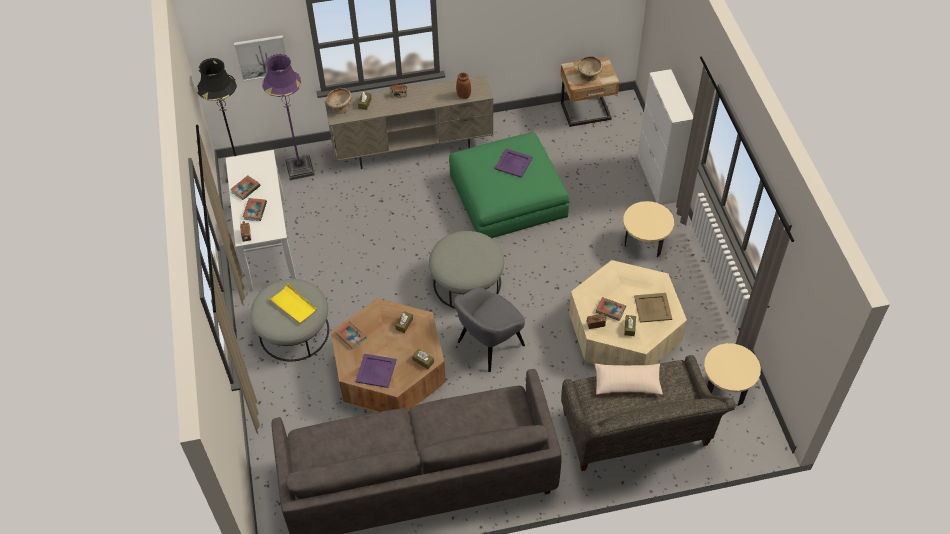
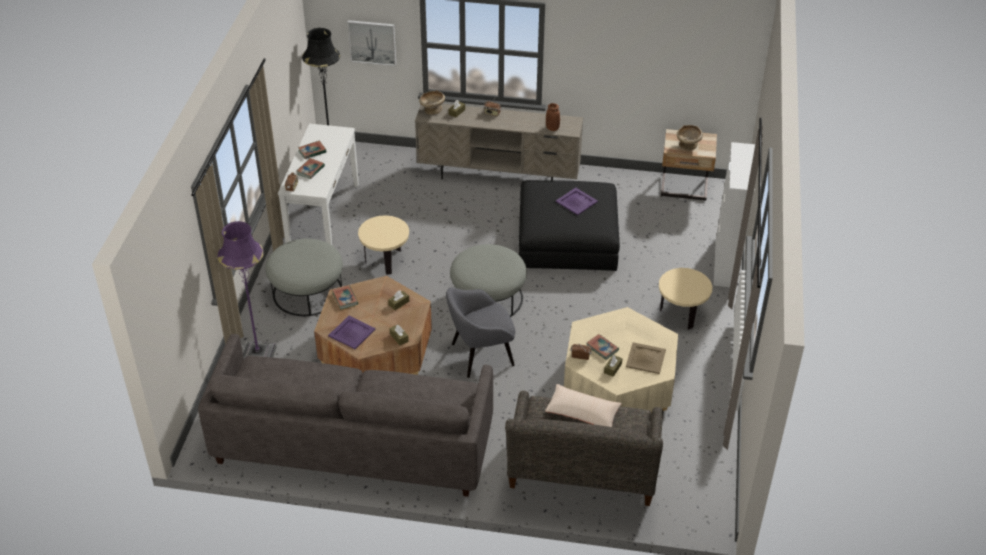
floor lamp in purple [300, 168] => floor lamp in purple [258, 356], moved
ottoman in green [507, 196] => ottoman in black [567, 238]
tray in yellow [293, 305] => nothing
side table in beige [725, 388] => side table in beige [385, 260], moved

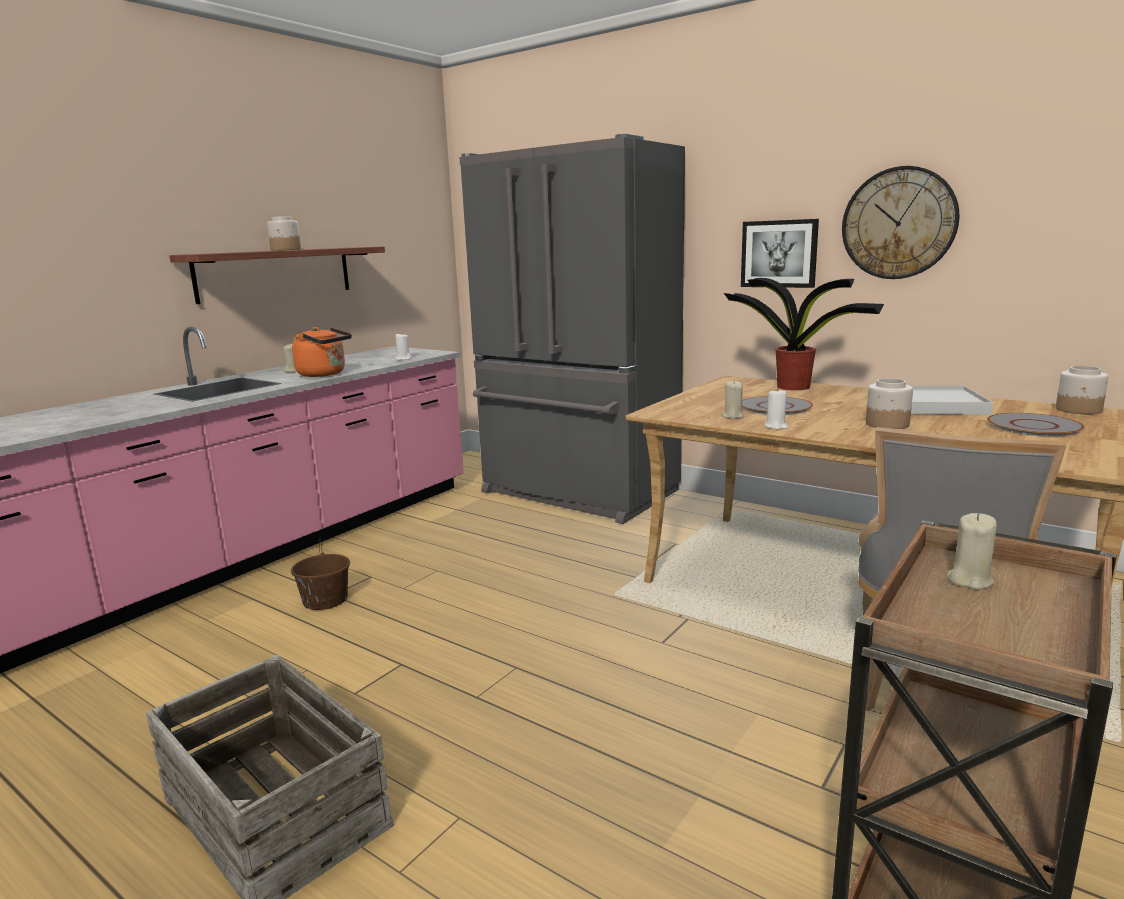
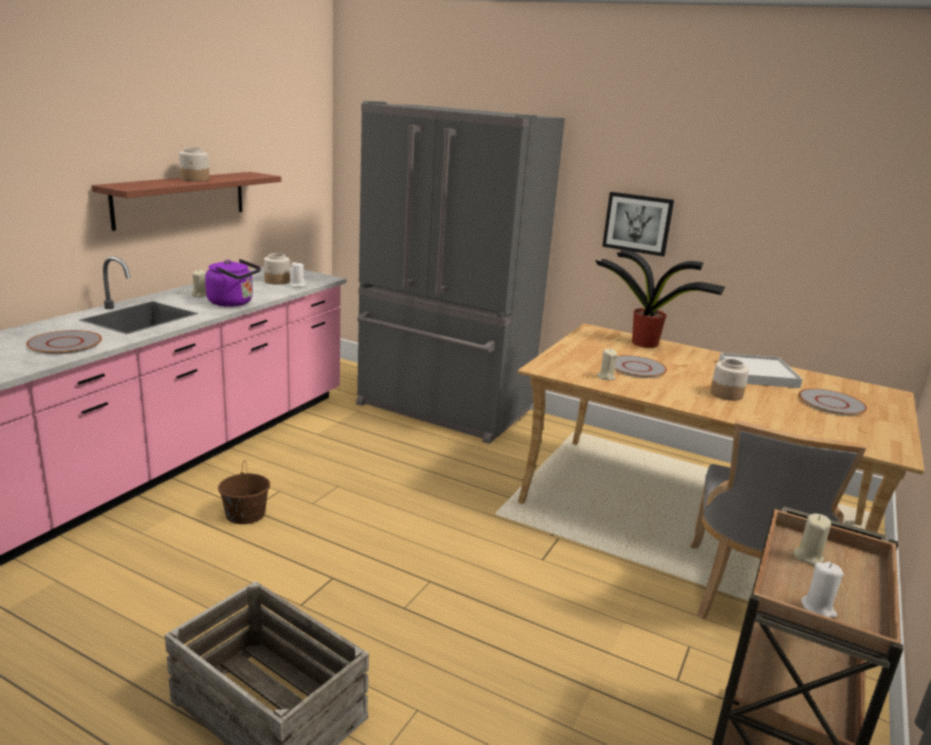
wall clock [899, 223] => nothing
kettle in orange [324, 374] => kettle in purple [233, 303]
jar [1079, 410] => jar [277, 281], moved
candle in white [776, 426] => candle in white [818, 608], moved
nothing => plate in grey [65, 344]

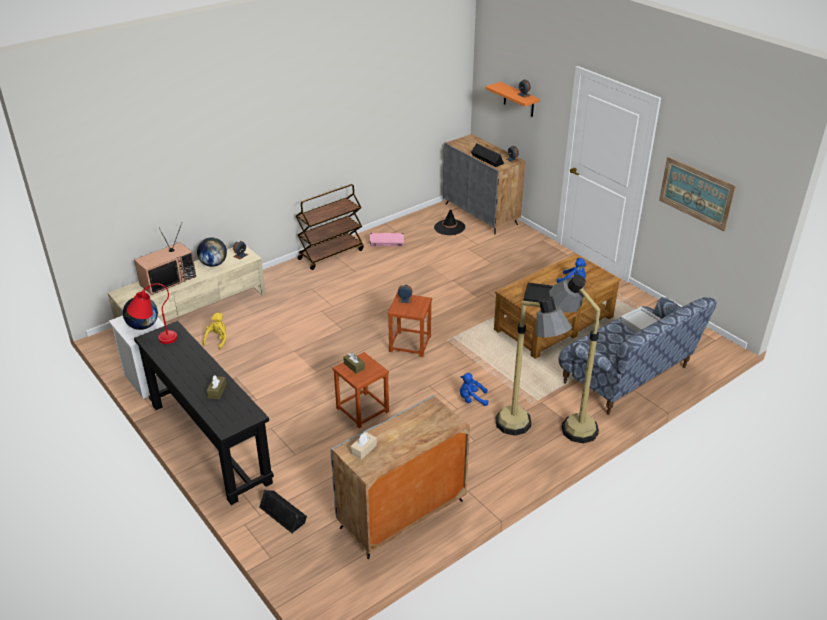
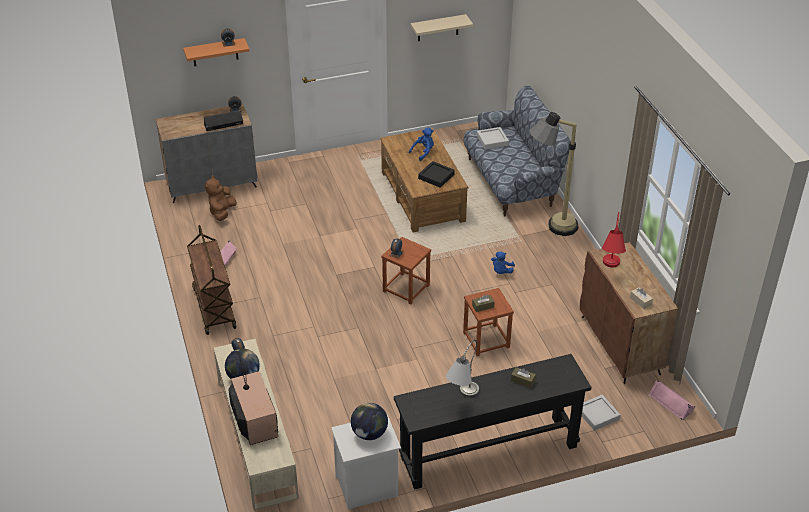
picture [696, 193] => shelf in beige [438, 28]
hat in black [449, 227] => plush toy in brown [222, 212]
table lamp in red [155, 339] => table lamp in red [610, 269], moved
floor lamp [524, 432] => nothing
plush toy in yellow [217, 340] => nothing
cabinet in grey [401, 514] => cabinet in brown [620, 345]
speaker in black [283, 513] => tray in grey [597, 415]
nothing => table lamp in grey [461, 398]
nothing => speaker in pink [671, 402]

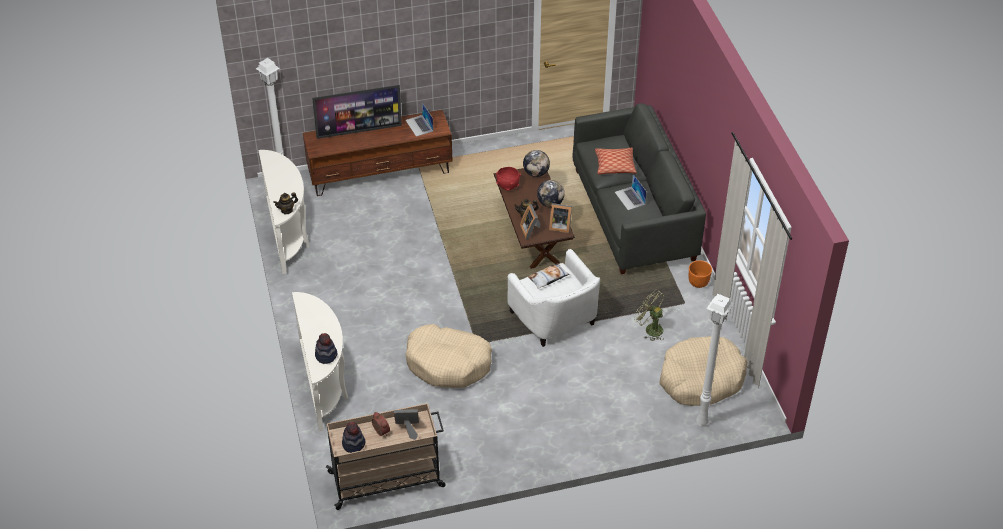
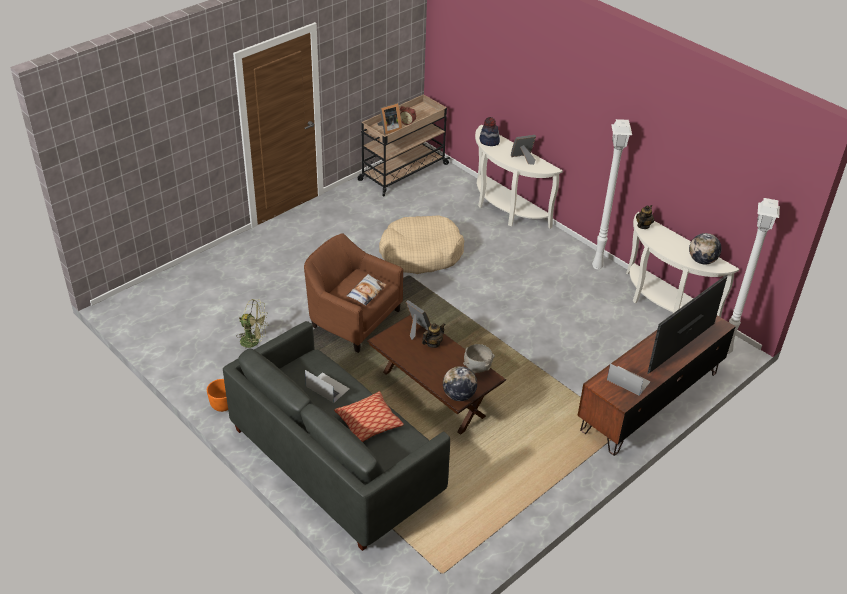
bowl in red [508, 186] => bowl in grey [477, 368]
globe [550, 203] => globe [702, 261], moved
picture frame [559, 226] => picture frame [523, 159], moved
armchair in white [555, 319] => armchair in brown [352, 319]
floor lamp in white [702, 423] => floor lamp in white [596, 266], moved
dog bed in beige [701, 379] => nothing
hat [354, 443] => nothing

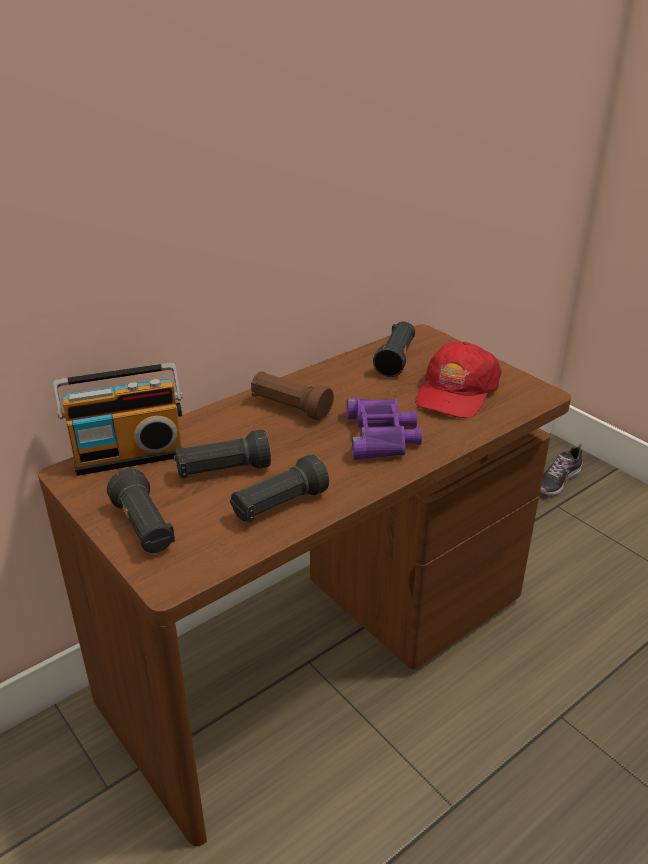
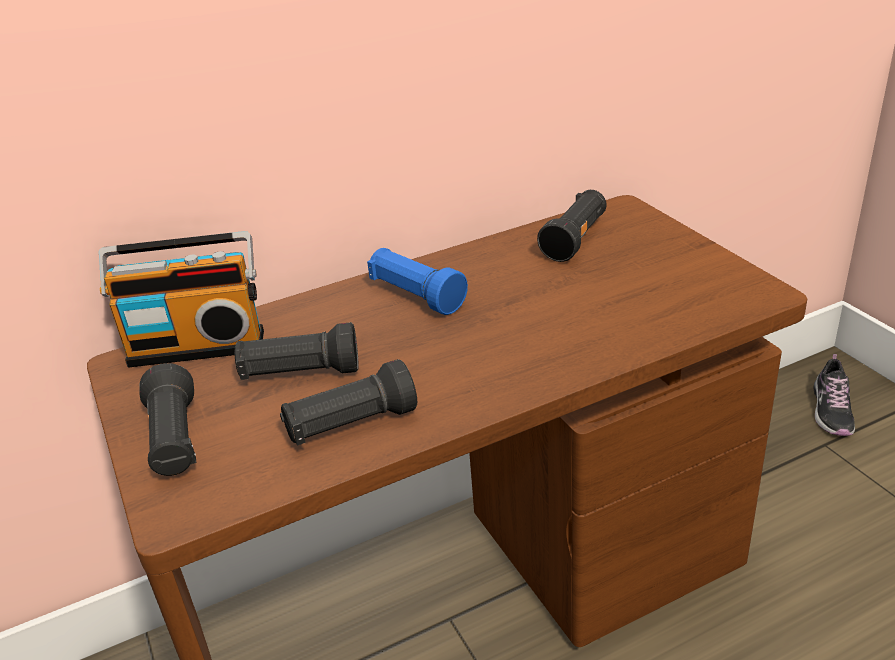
cap in red [456, 392] => nothing
flashlight in brown [290, 407] => flashlight in blue [416, 296]
binoculars in purple [382, 436] => nothing
shoe [557, 481] => shoe [831, 410], 45 degrees counterclockwise

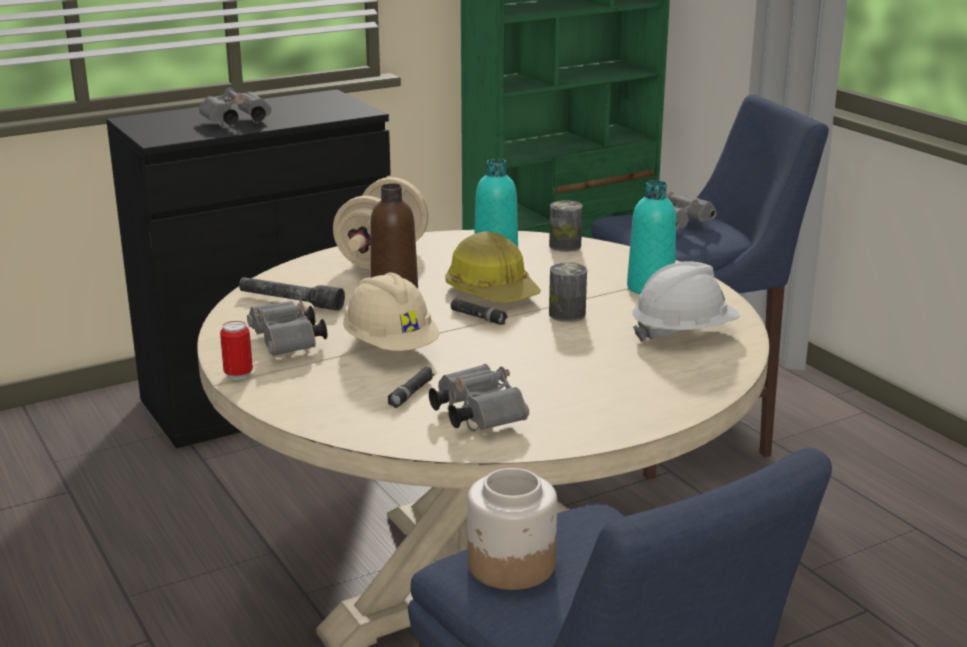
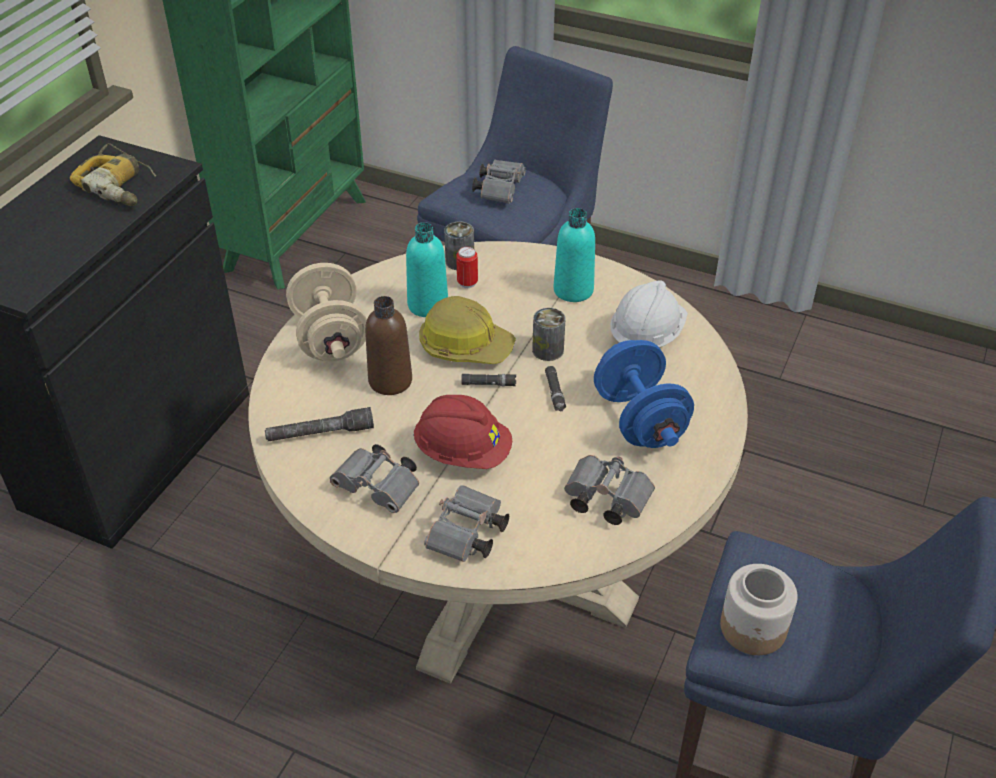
binoculars in grey [235, 122] => binoculars in grey [466, 536], moved
hard hat in beige [391, 347] => hard hat in red [463, 452]
can [238, 375] => can [467, 283], moved
flashlight in black [411, 393] => flashlight in black [555, 392], moved
nothing => power drill [120, 185]
nothing => dumbbell in blue [639, 420]

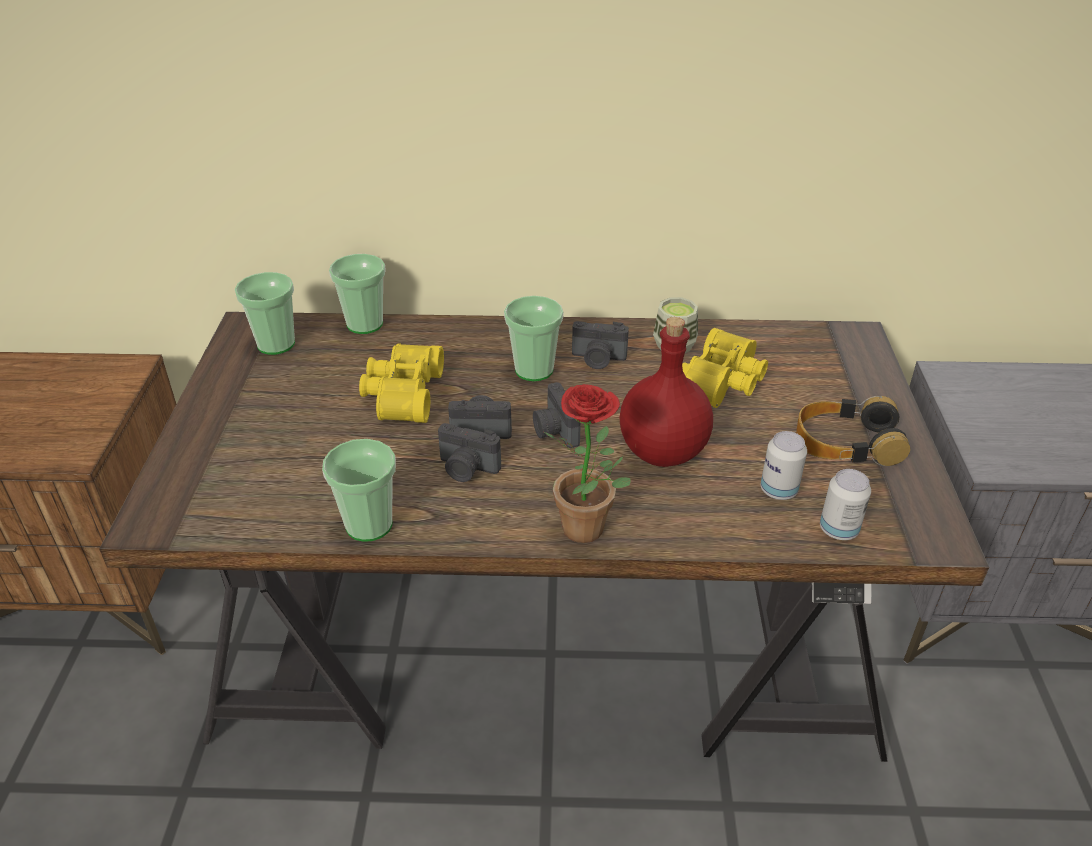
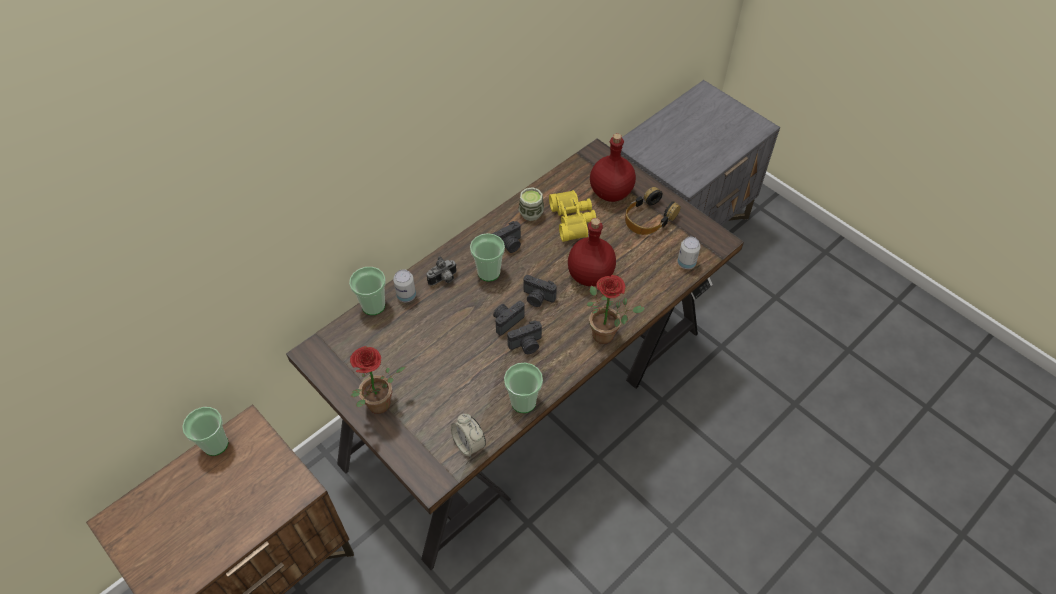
cup [276, 344] => cup [215, 444], moved
binoculars in yellow [401, 394] => nothing
can [778, 490] => can [406, 296], moved
nothing => bottle in red [610, 193]
nothing => photo camera [444, 279]
nothing => potted plant [379, 408]
nothing => alarm clock [469, 444]

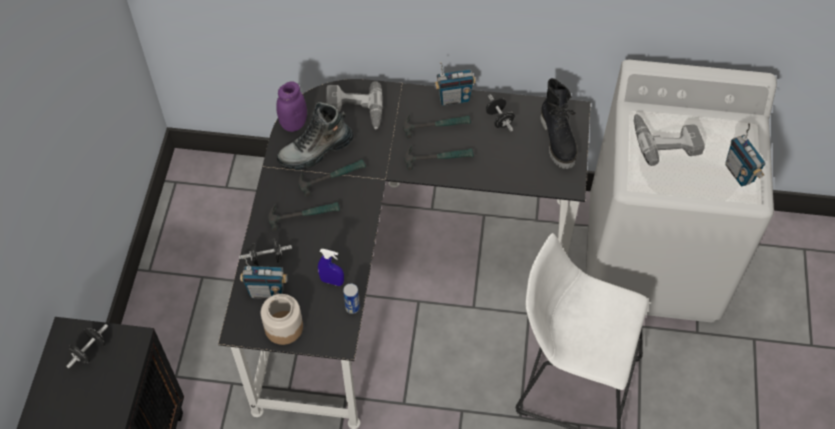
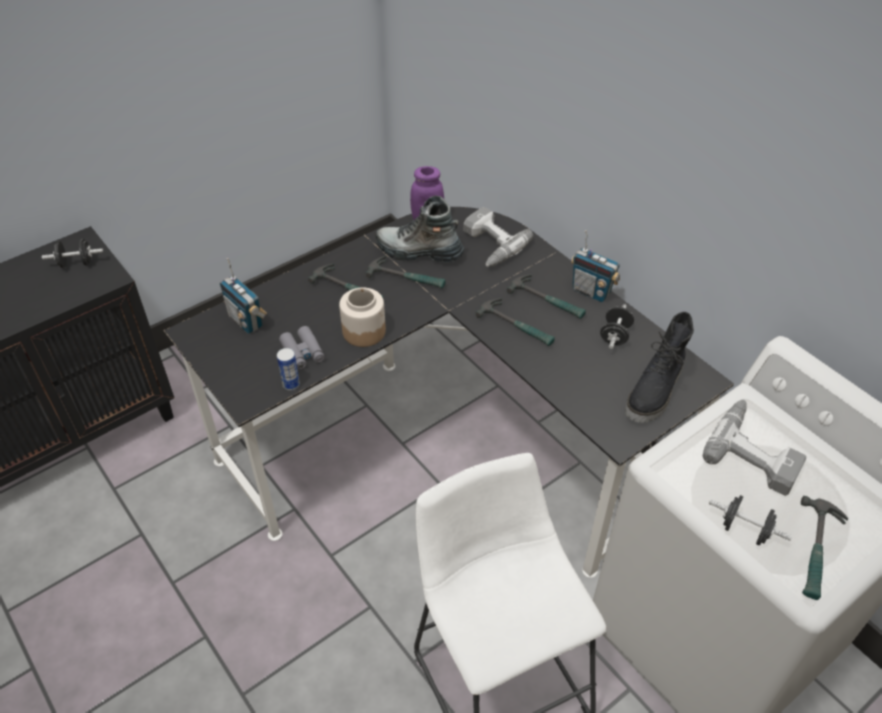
radio [739, 173] => hammer [817, 552]
dumbbell in black [267, 258] => dumbbell in black [744, 530], moved
spray bottle in blue [332, 281] => binoculars in grey [303, 352]
jar [283, 327] => jar [364, 331], moved

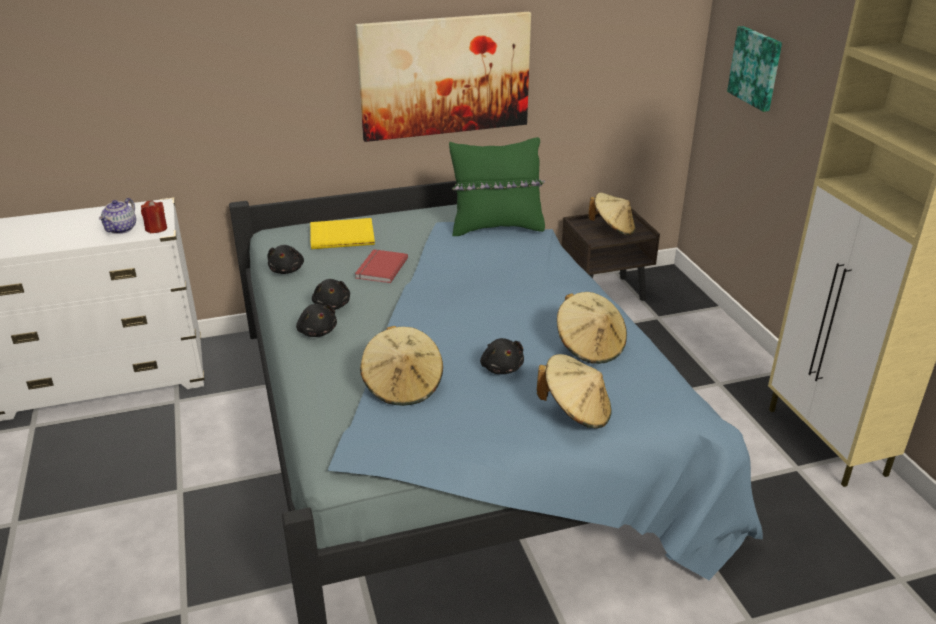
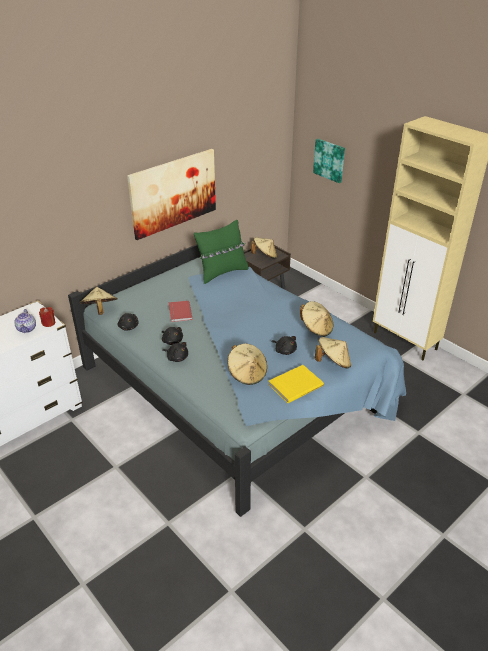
book in yellow [342, 236] => book in yellow [295, 385], moved
nothing => hat in beige [100, 310]

